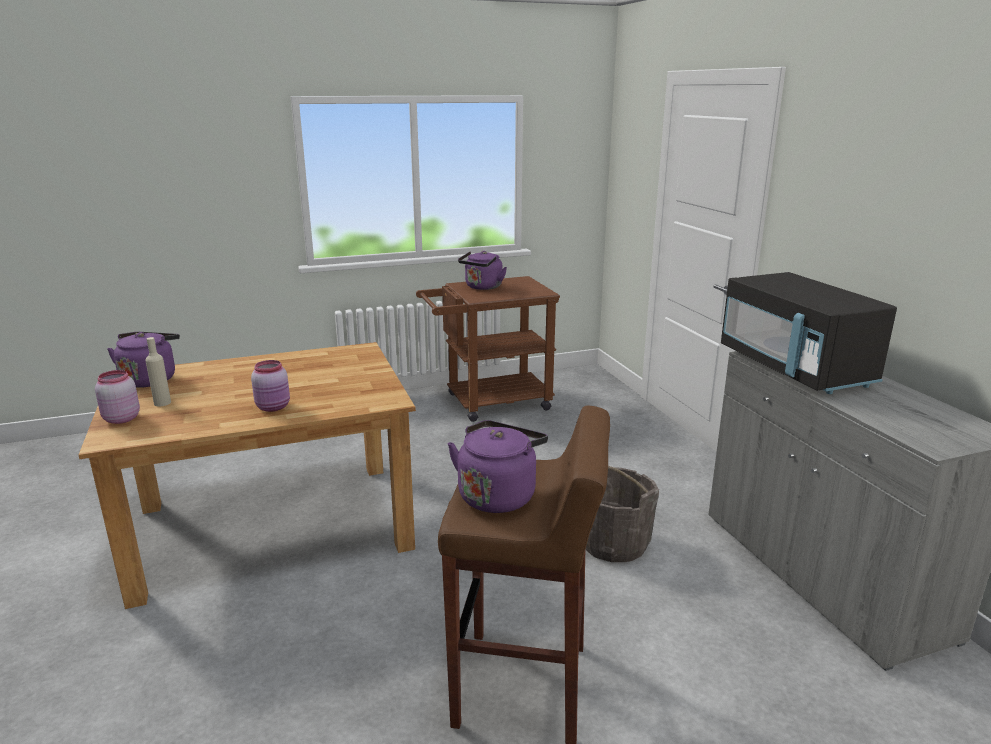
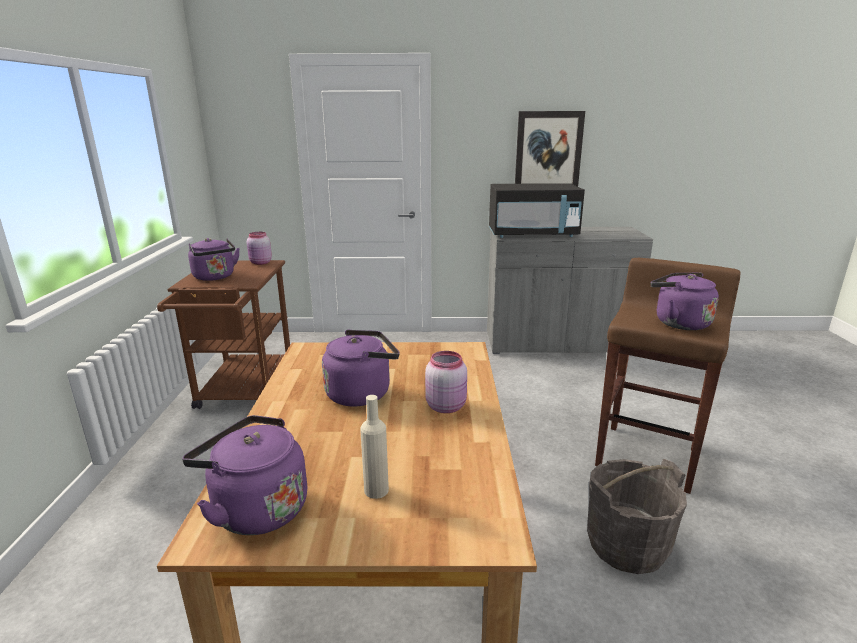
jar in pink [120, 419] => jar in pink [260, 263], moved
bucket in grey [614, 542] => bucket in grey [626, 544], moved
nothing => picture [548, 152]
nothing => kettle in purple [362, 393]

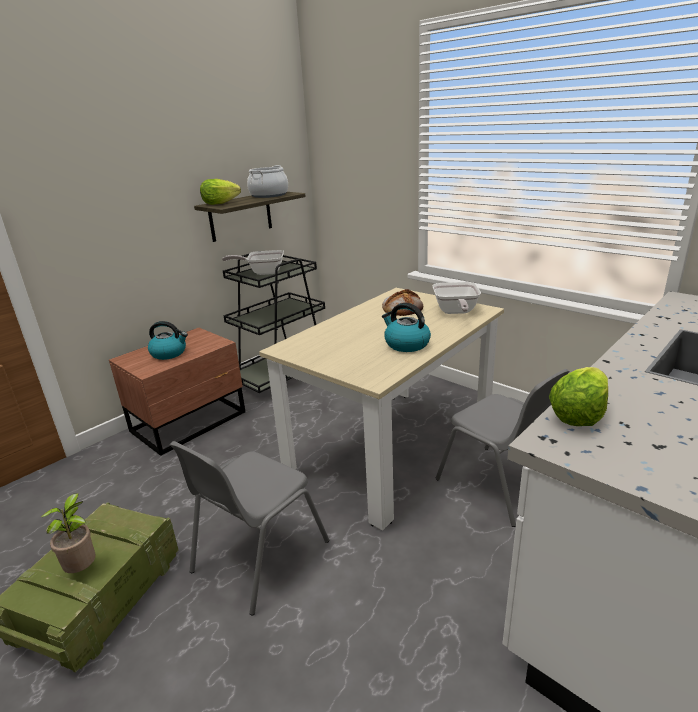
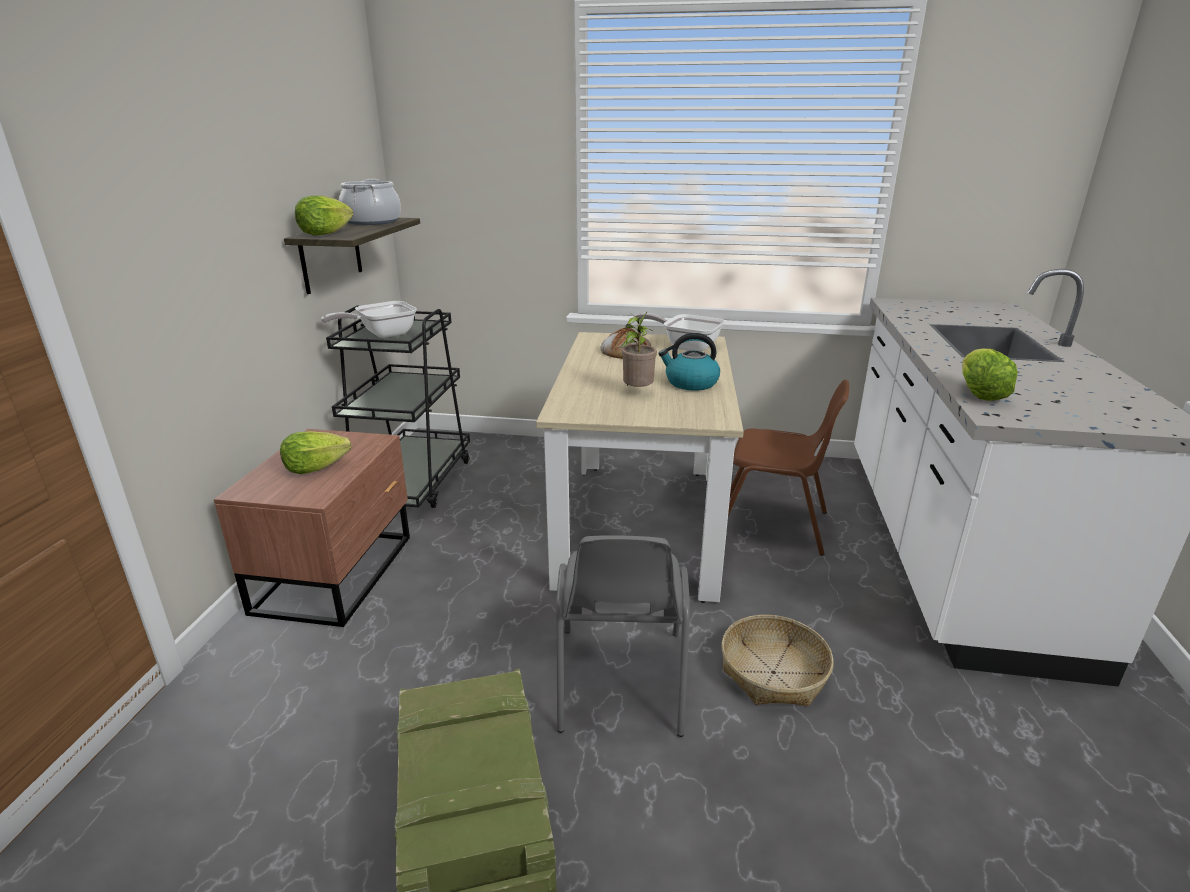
frying pan [455, 312] => frying pan [686, 346], 150 degrees clockwise
kettle [169, 353] => lettuce [315, 468]
chair in grey [498, 485] => chair in brown [774, 525]
potted plant [84, 569] => potted plant [637, 392], moved
nothing => basket [774, 672]

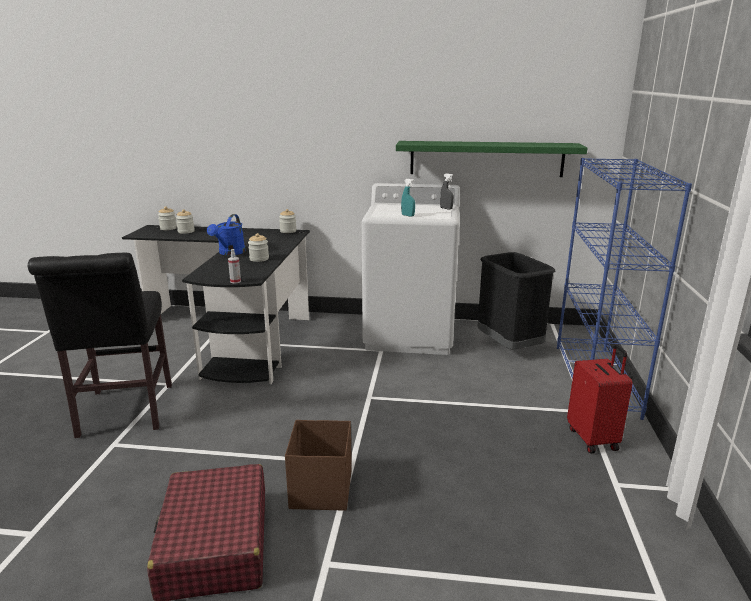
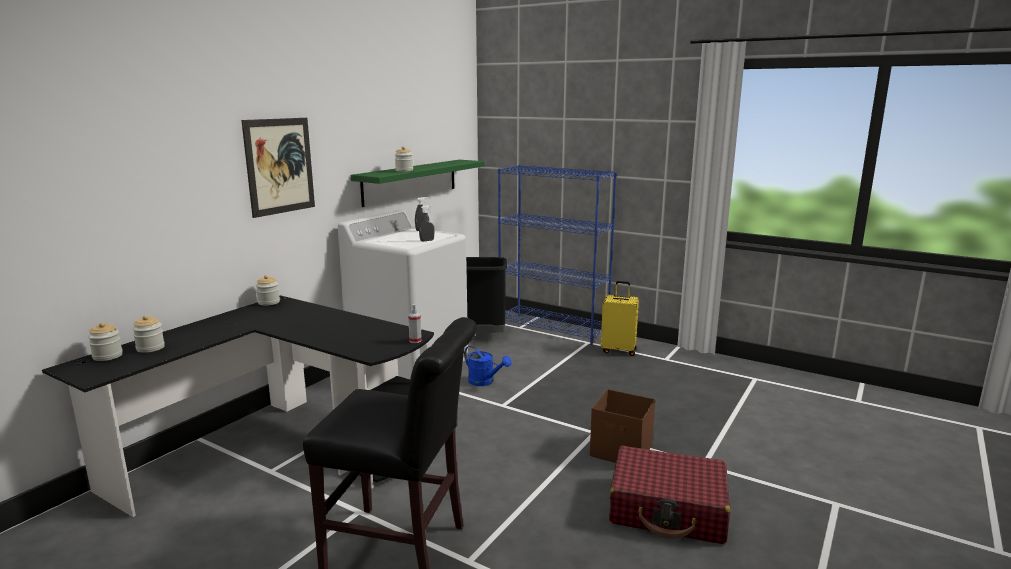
spray bottle in turquoise [408, 215] => spray bottle in grey [427, 240]
watering can in blue [230, 253] => watering can in blue [485, 382], moved
jar [259, 259] => jar [404, 170], moved
suitcase in red [593, 439] => suitcase in yellow [619, 350]
nothing => picture [280, 166]

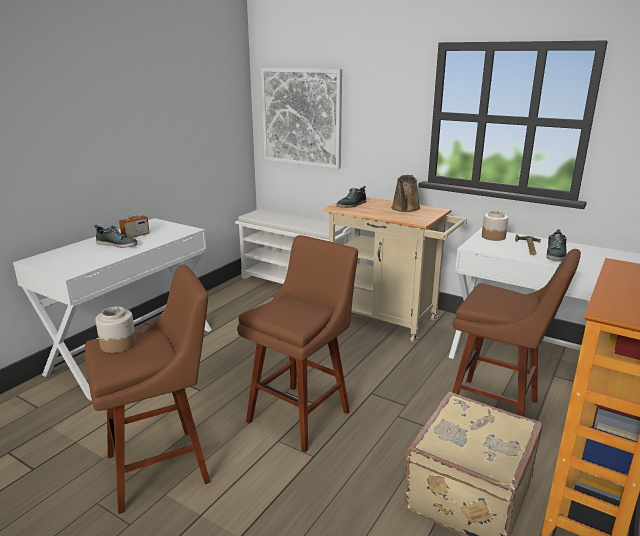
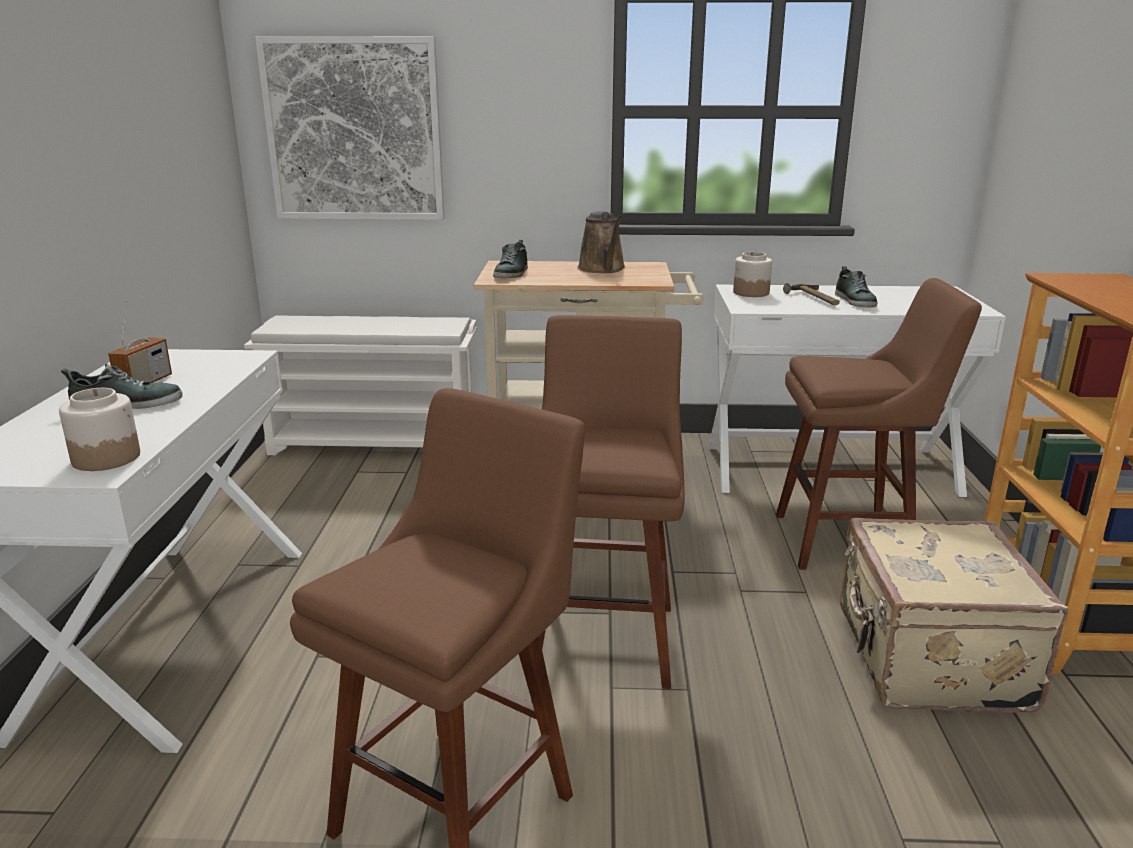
jar [118, 344] => jar [106, 458], moved

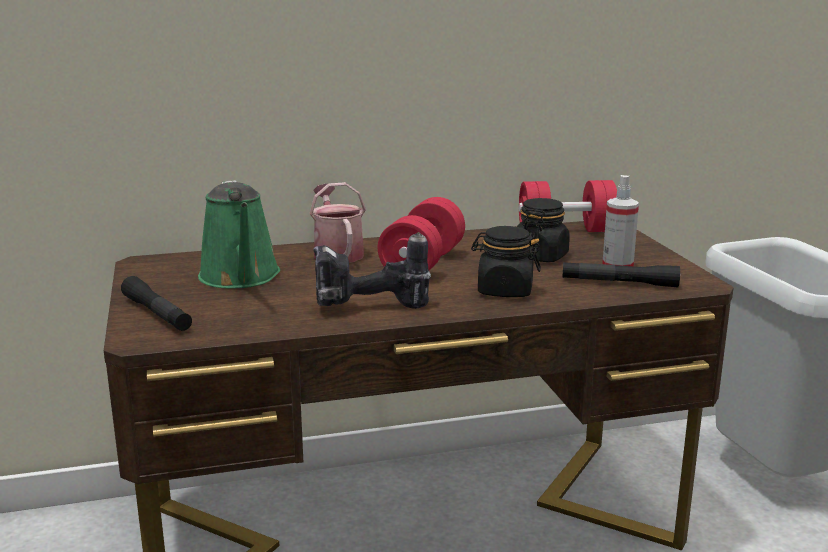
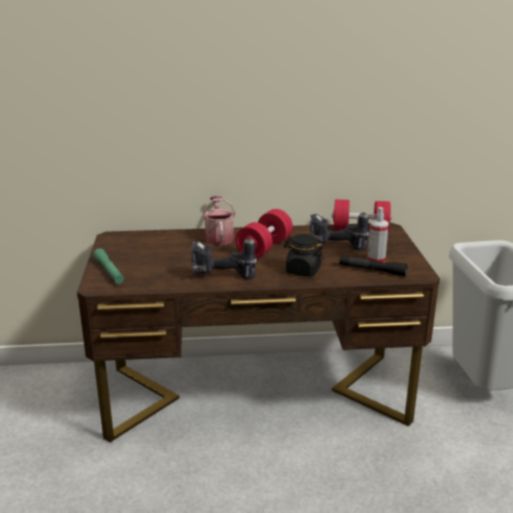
watering can in green [240, 277] => nothing
jar in black [540, 256] => power drill [335, 248]
flashlight in black [157, 314] => flashlight in green [109, 271]

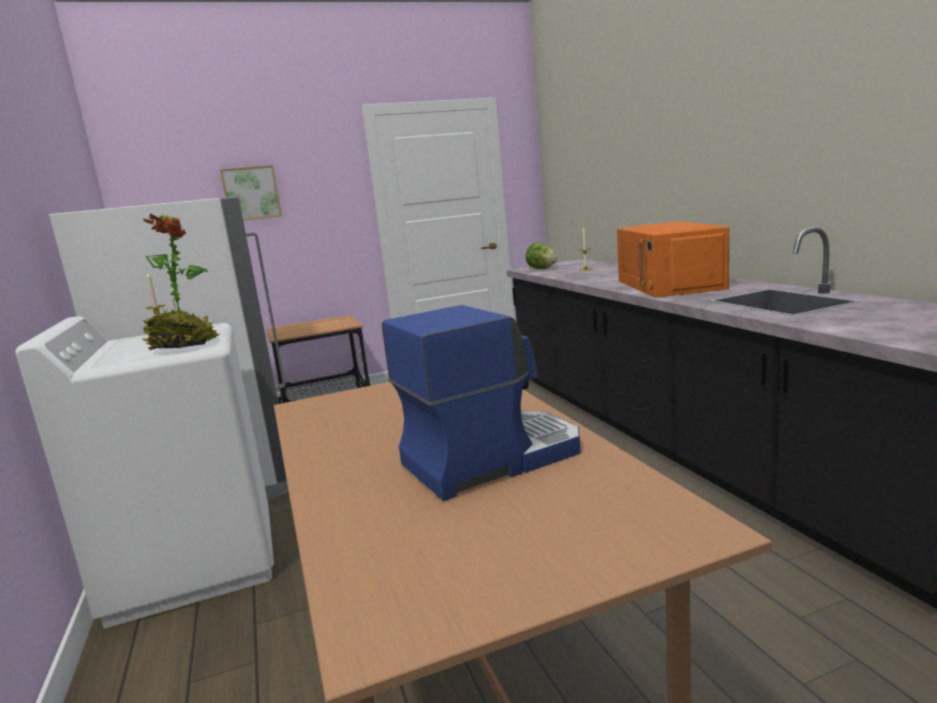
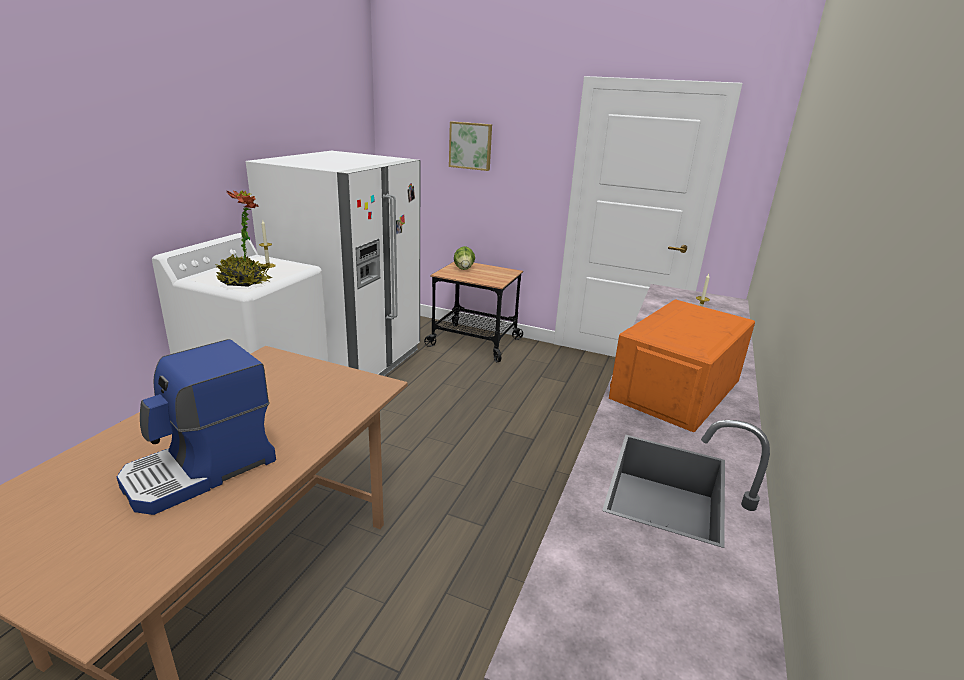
lettuce [541, 269] => lettuce [464, 269], moved
coffee machine [491, 457] => coffee machine [202, 470], 120 degrees clockwise

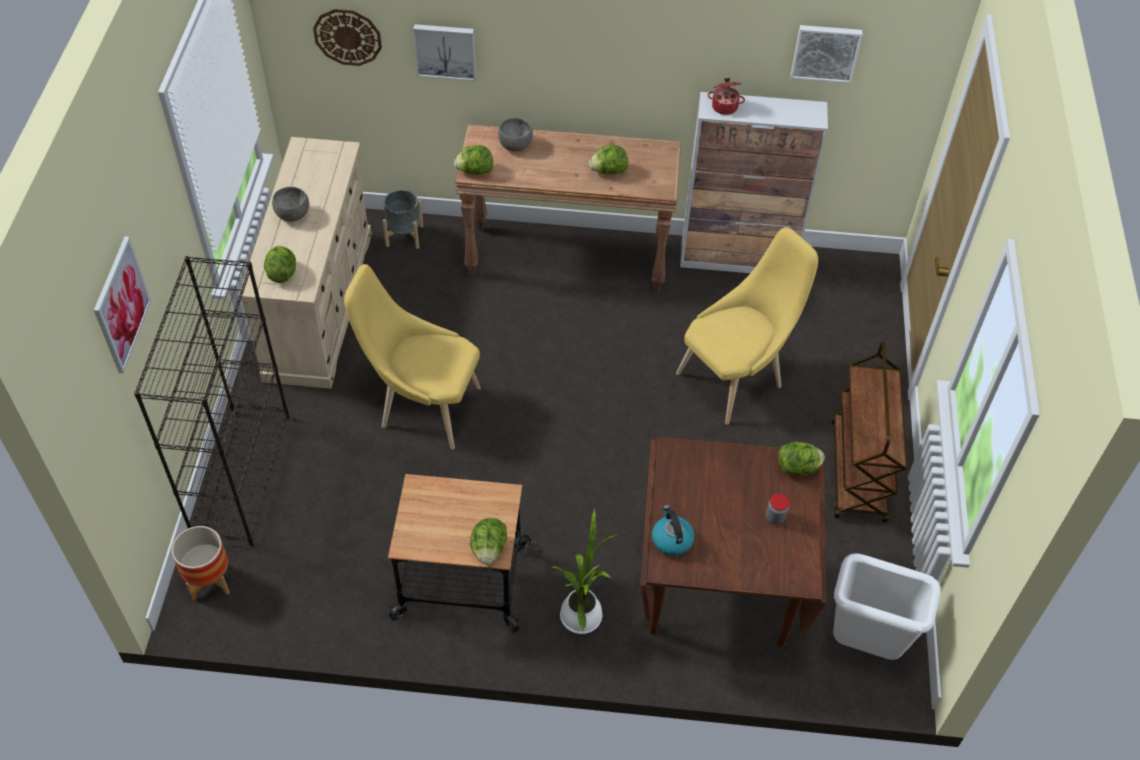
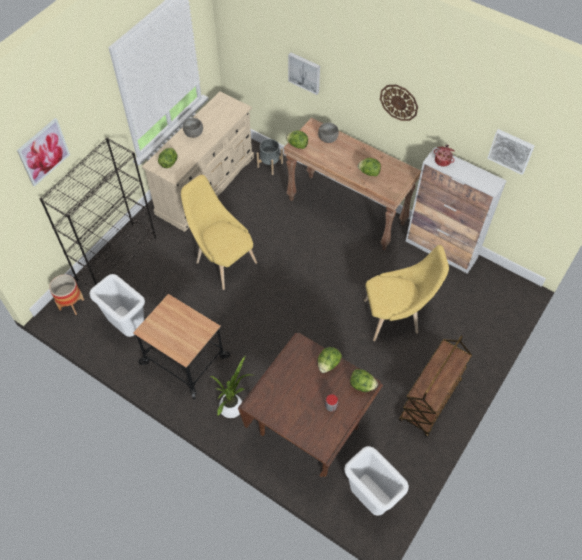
wall clock [347, 36] => wall clock [399, 102], moved
kettle [671, 539] => nothing
lettuce [489, 549] => lettuce [328, 364], moved
nothing => trash can in white [127, 326]

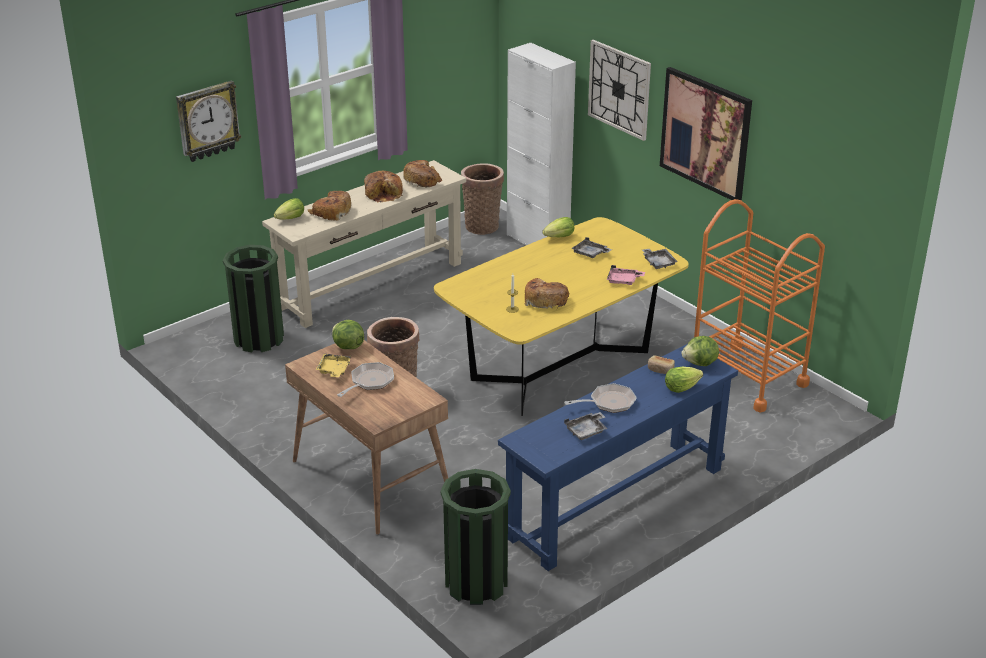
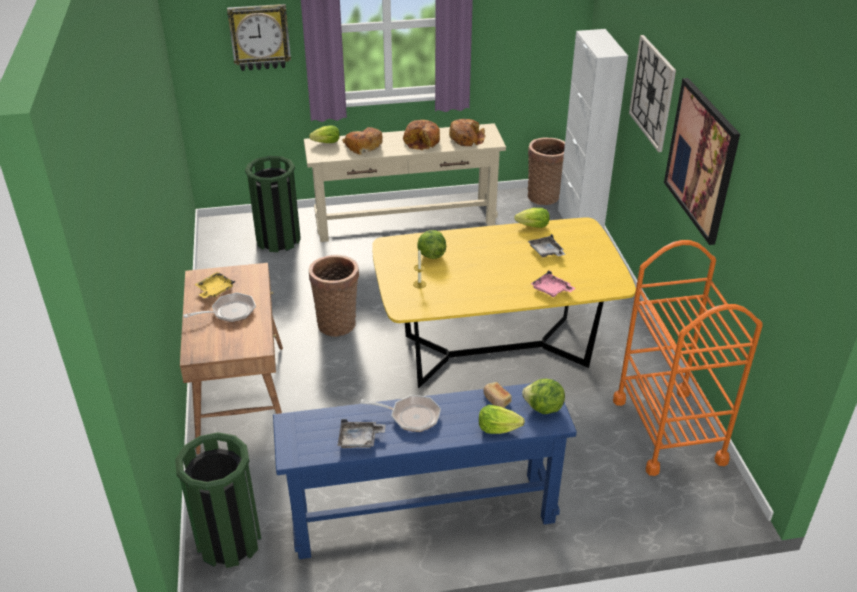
tray in grey [658, 262] => nothing
bread [545, 300] => nothing
lettuce [347, 346] => lettuce [431, 255], moved

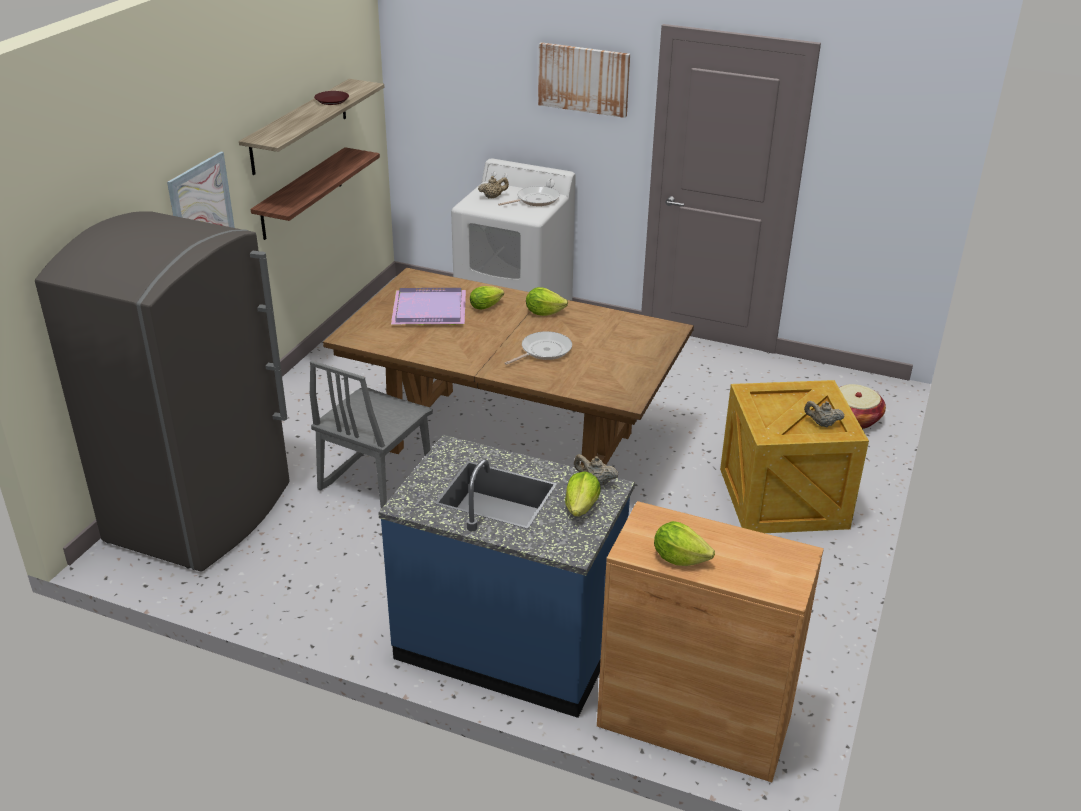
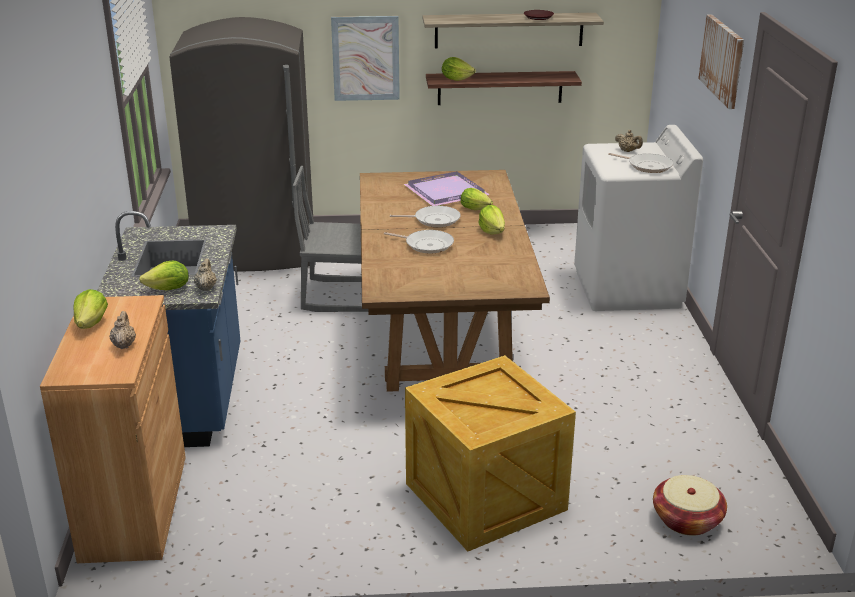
teapot in beige [822, 424] => teapot in beige [124, 344], moved
nothing => lettuce [456, 79]
nothing => frying pan [434, 220]

